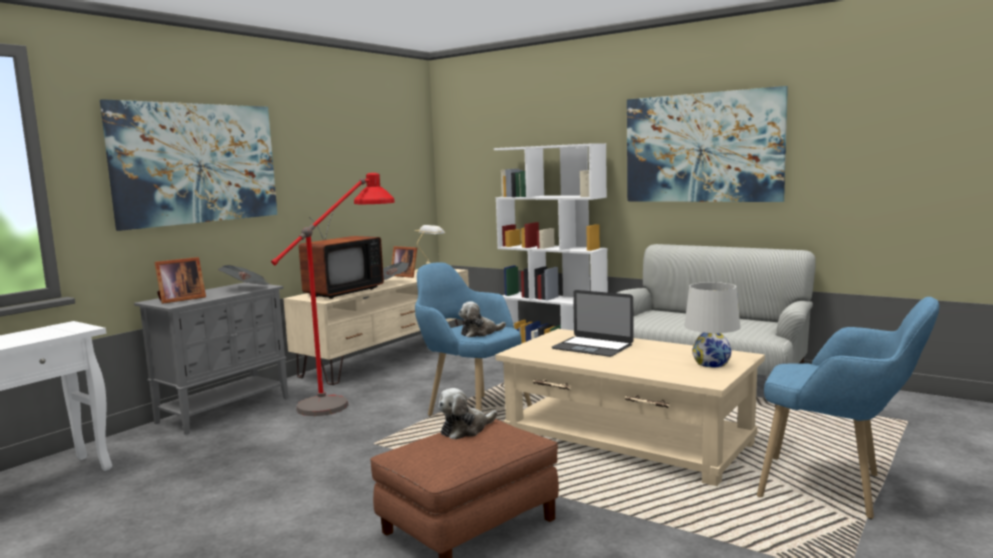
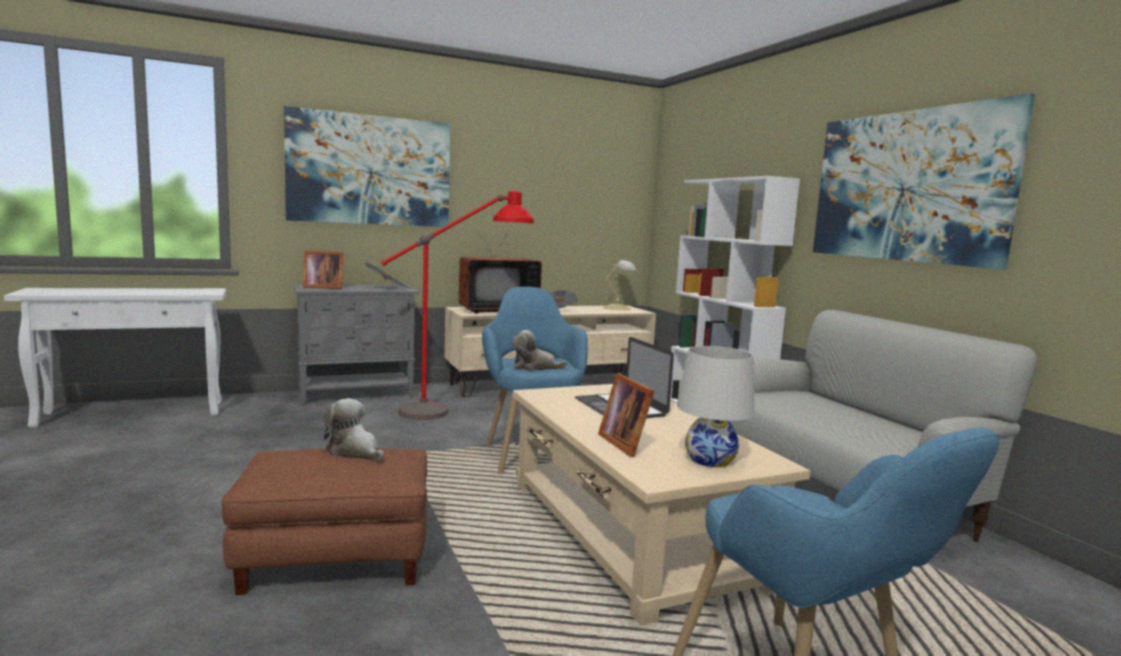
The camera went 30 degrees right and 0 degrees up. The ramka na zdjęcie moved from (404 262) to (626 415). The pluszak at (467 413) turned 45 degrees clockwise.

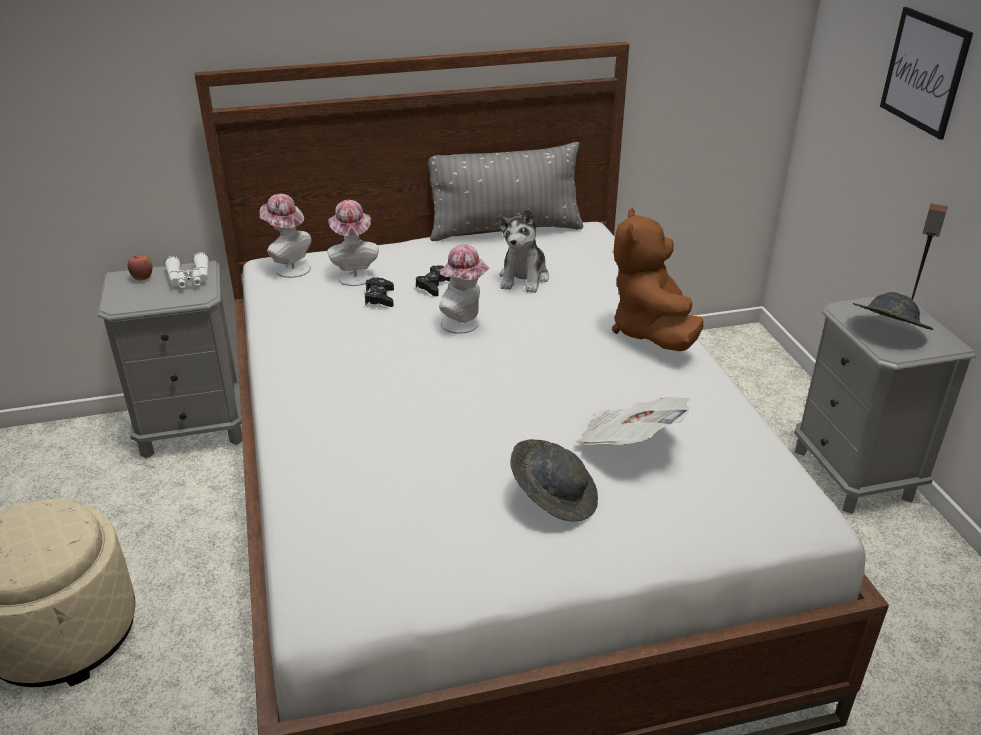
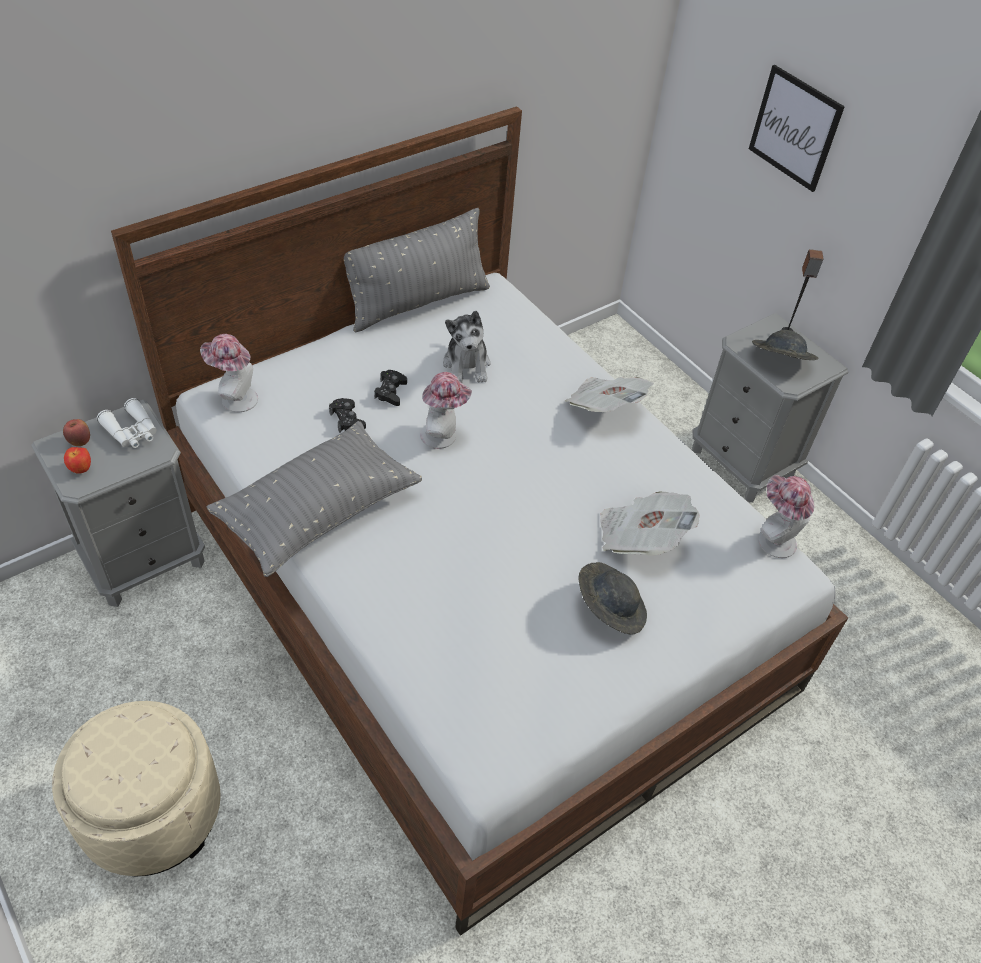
The camera went 25 degrees left and 15 degrees up. The kapelusz moved from (353 243) to (786 516). The pluszak (brązowy) at (657 279) was replaced by the gazeta at (609 394). The poduszka (szary) at (314 499) appeared. The jabłko at (77 460) appeared.

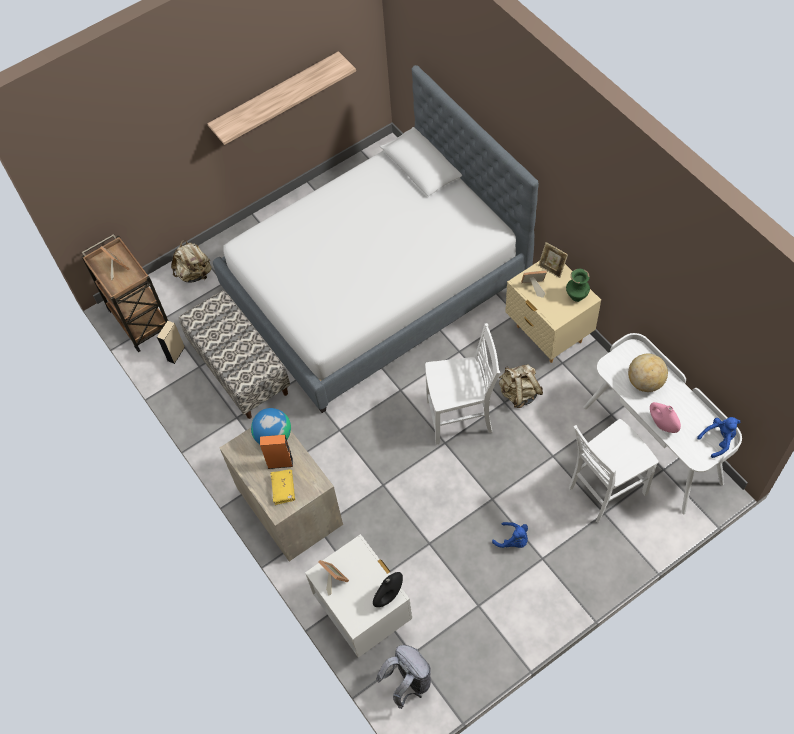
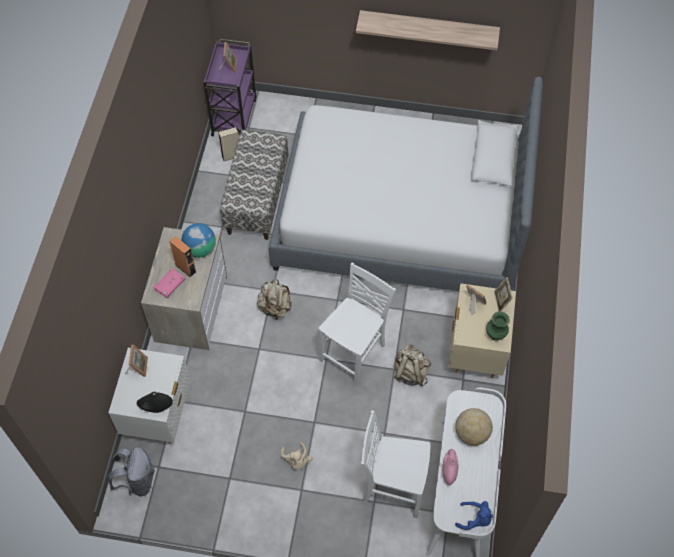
The camera went 40 degrees right and 0 degrees up. The wózek (brązowy) at (124 293) became the wózek (fioletowy) at (229 87). The plecak (beżowy) moved from (191 261) to (274 299). The krzesło (biały) at (462 384) turned 90 degrees counterclockwise. The książka (żółty) at (282 487) became the książka (różowy) at (169 283). The pluszak (niebieski) at (510 535) became the pluszak (beżowy) at (296 456).

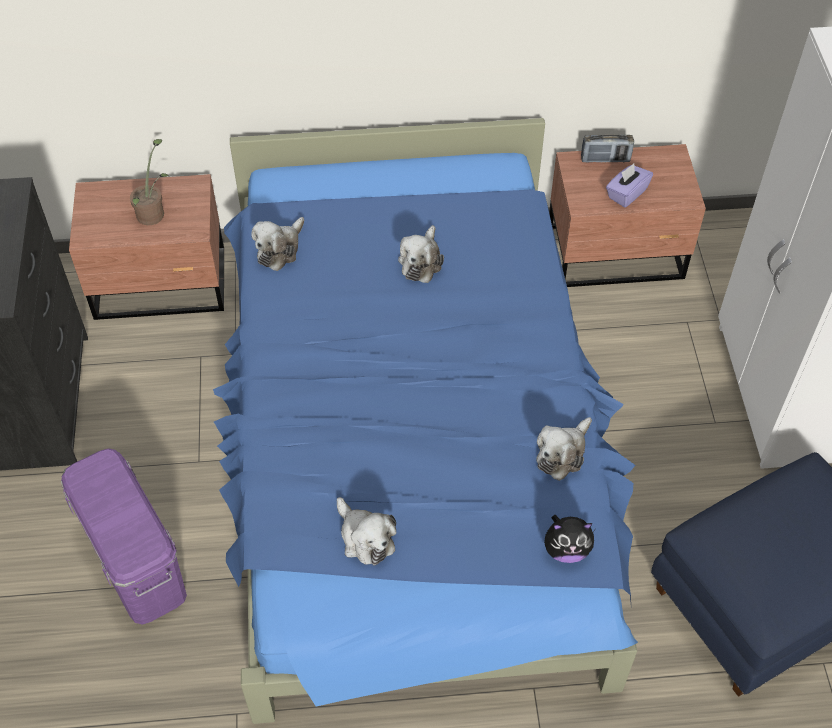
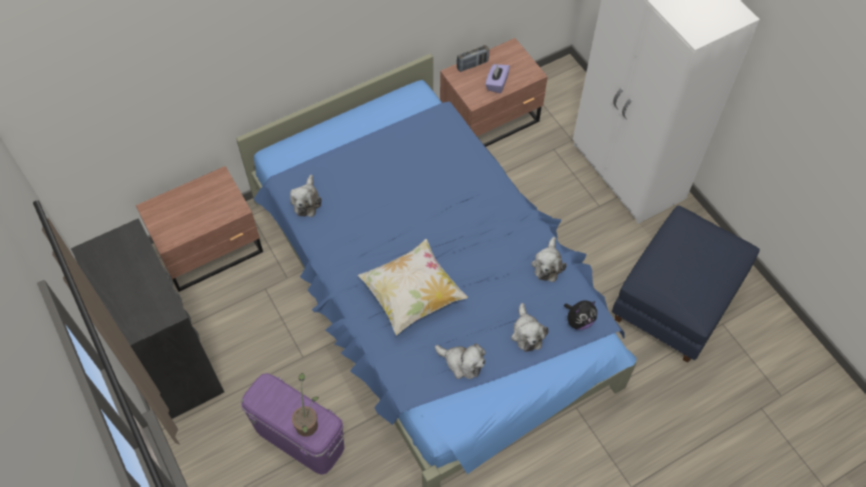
The camera went 25 degrees left and 5 degrees up. The roślina doniczkowa moved from (149 182) to (305 405). The pluszak moved from (421 254) to (529 327). The poduszka at (413 287) appeared.

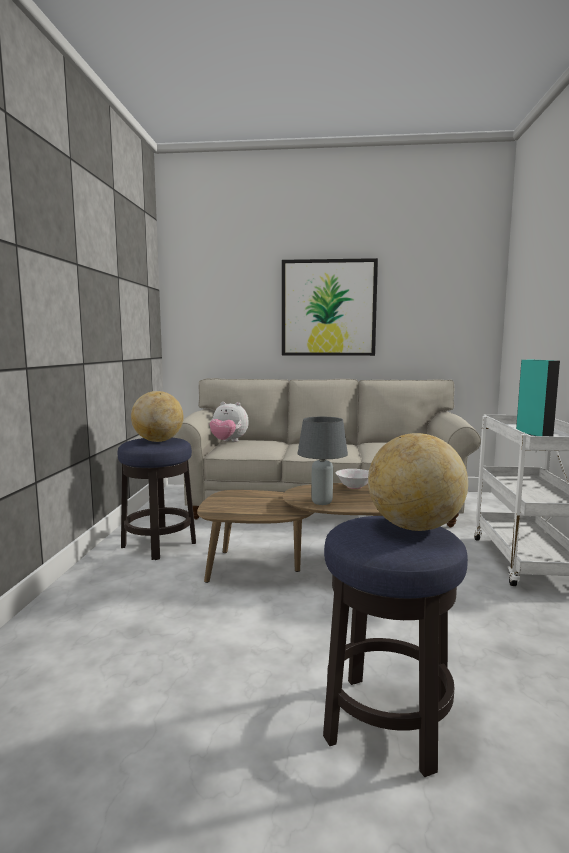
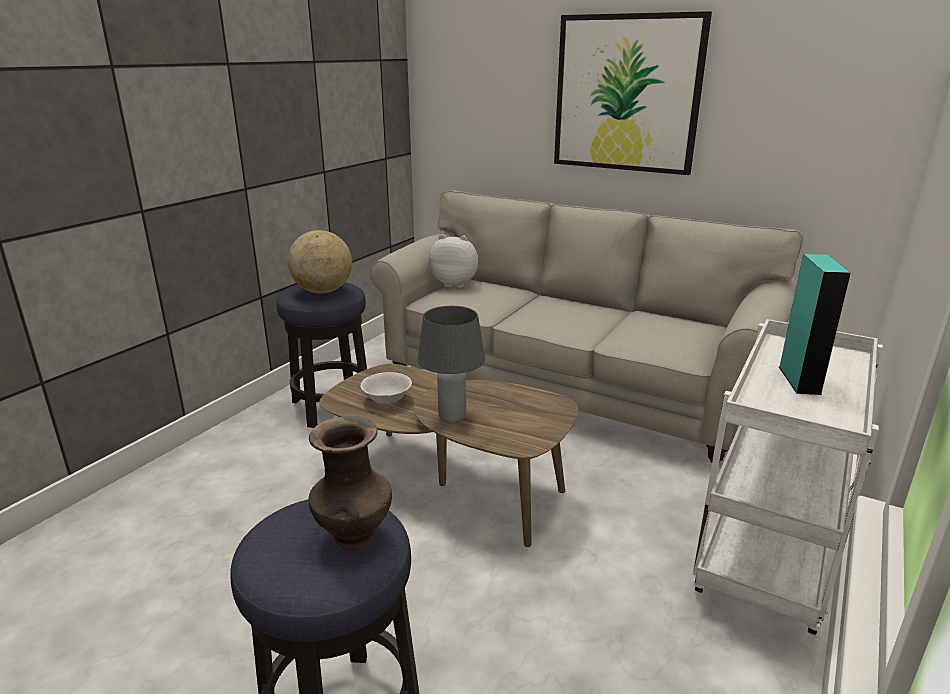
The camera went 25 degrees right and 15 degrees up. The pluszak at (229 422) turned 150 degrees clockwise. The globus at (418 482) was replaced by the wazon (brązowy) at (350 483). The miska (biały) moved from (352 479) to (386 388).

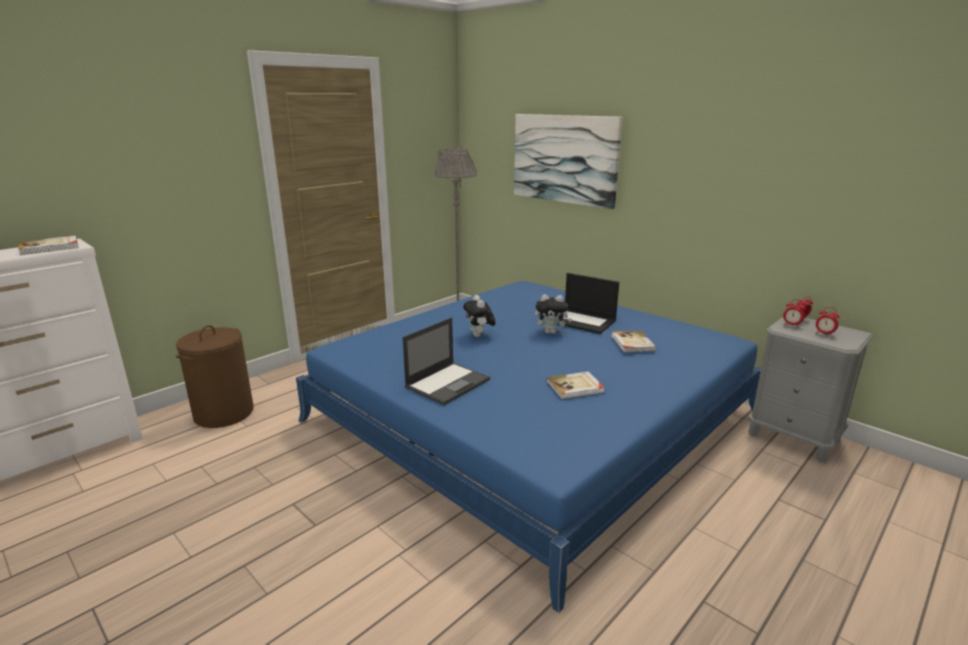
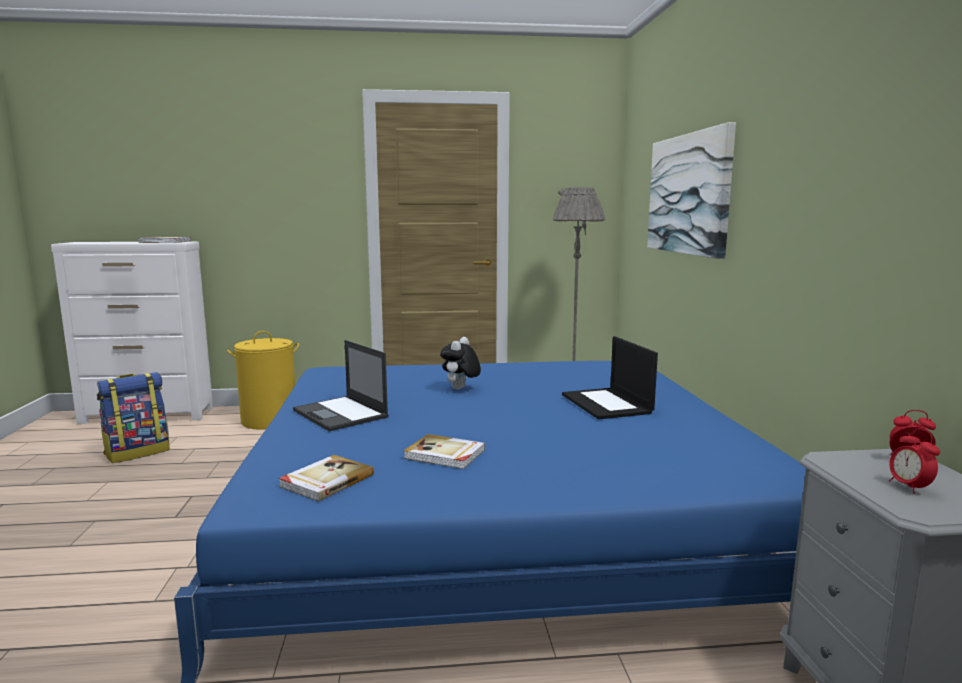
The camera went 40 degrees right and 10 degrees down. The pluszak at (553 314) disappeared. The budzik at (794 313) disappeared. The laptop at (446 361) turned 60 degrees clockwise. The kosz na pranie (brązowy) at (215 376) became the kosz na pranie (żółty) at (263 380). The książka moved from (633 341) to (326 478). The plecak at (133 417) appeared.

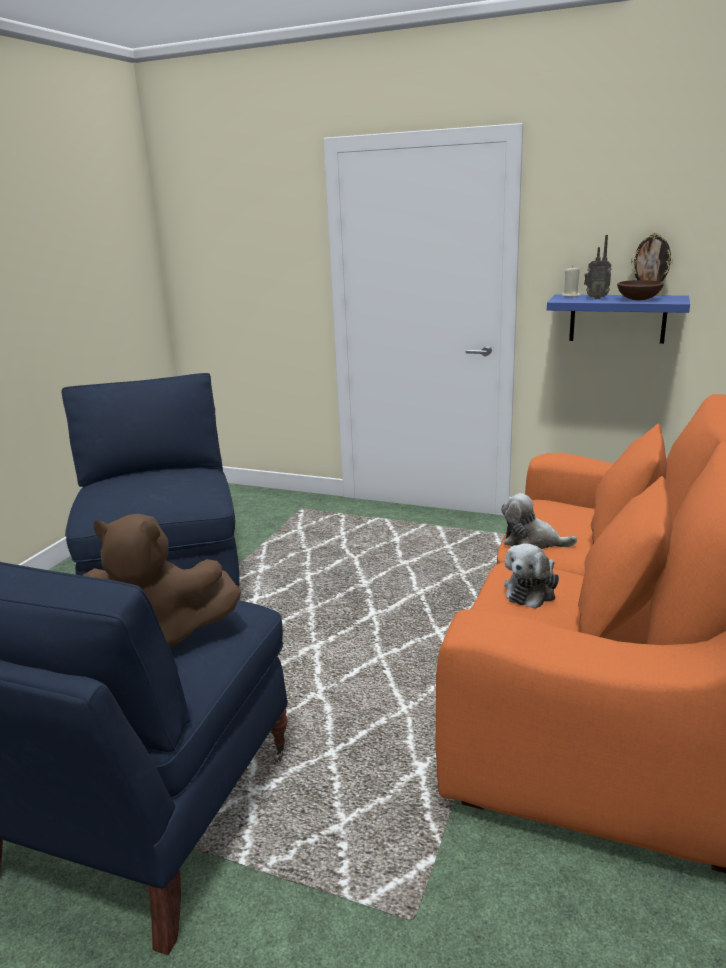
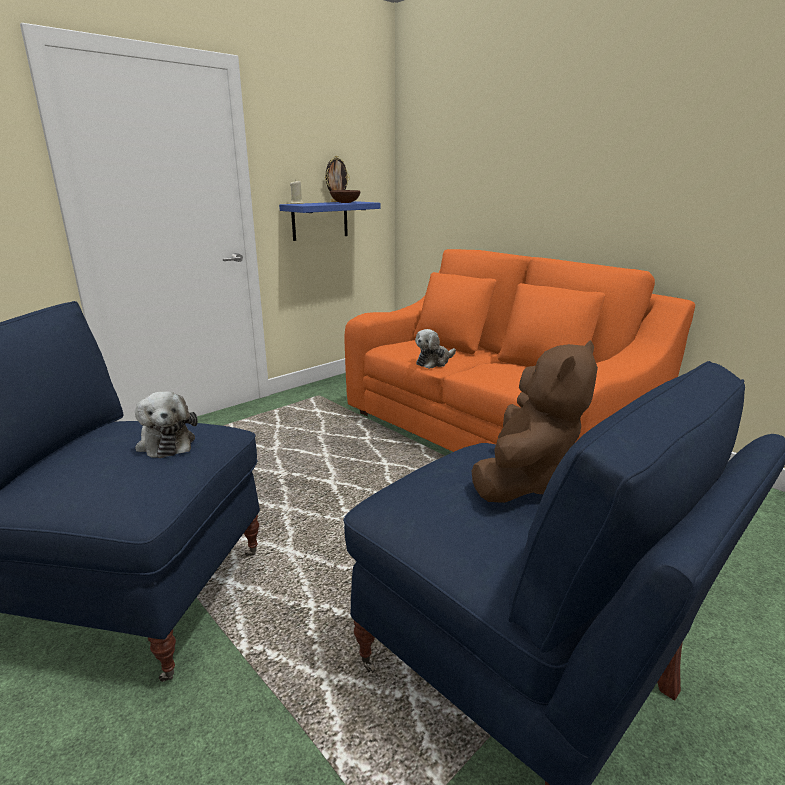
The camera went 65 degrees left and 0 degrees up. The radio at (598 267) disappeared. The pluszak moved from (531 576) to (166 424).

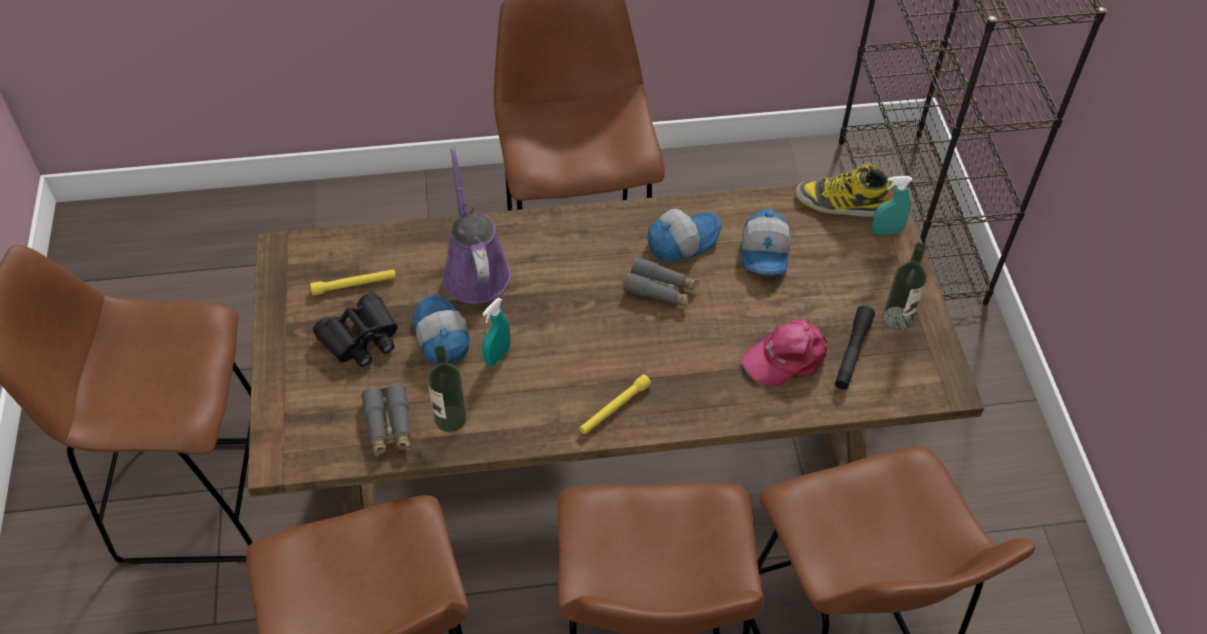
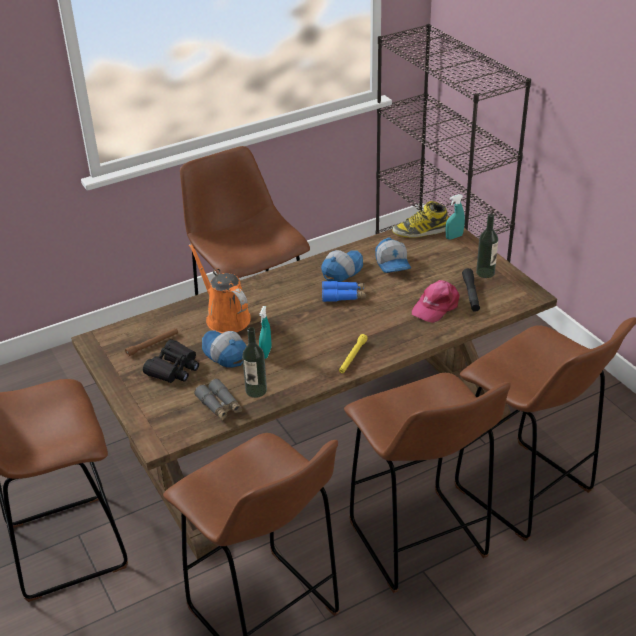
The camera went 20 degrees left and 15 degrees down. The konewka (fioletowy) at (477 225) became the konewka (pomarańczowy) at (220 288). The lornetka (szary) at (661 282) became the lornetka (niebieski) at (344 291). The latarka (żółty) at (353 282) became the latarka (brązowy) at (151 342).

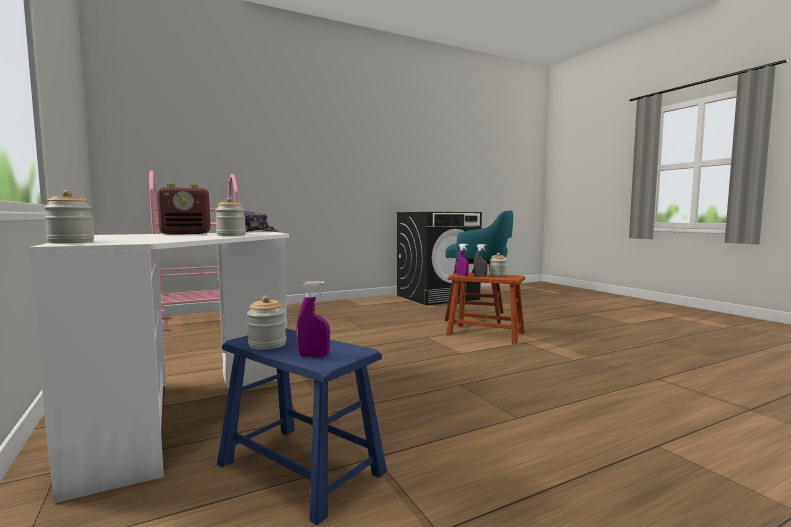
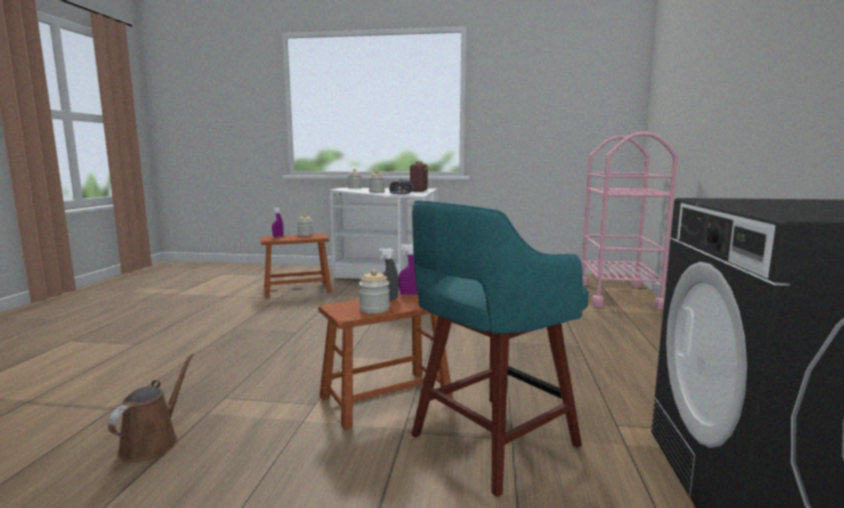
The camera went 125 degrees right and 5 degrees up. The stołek (niebieski) at (302 426) became the stołek (brązowy) at (296 265). The konewka (brązowy) at (151 408) appeared.

